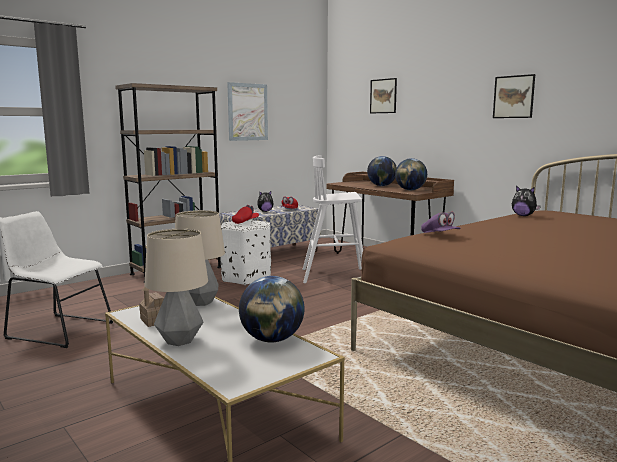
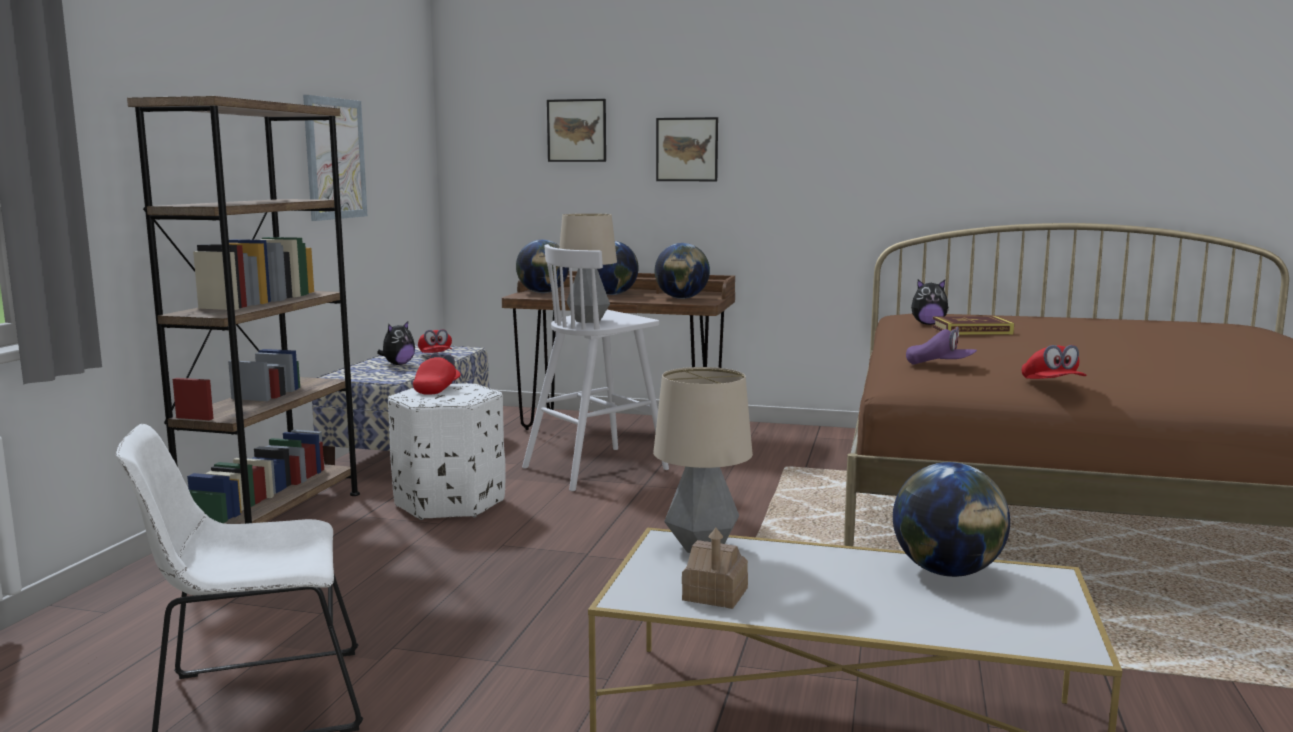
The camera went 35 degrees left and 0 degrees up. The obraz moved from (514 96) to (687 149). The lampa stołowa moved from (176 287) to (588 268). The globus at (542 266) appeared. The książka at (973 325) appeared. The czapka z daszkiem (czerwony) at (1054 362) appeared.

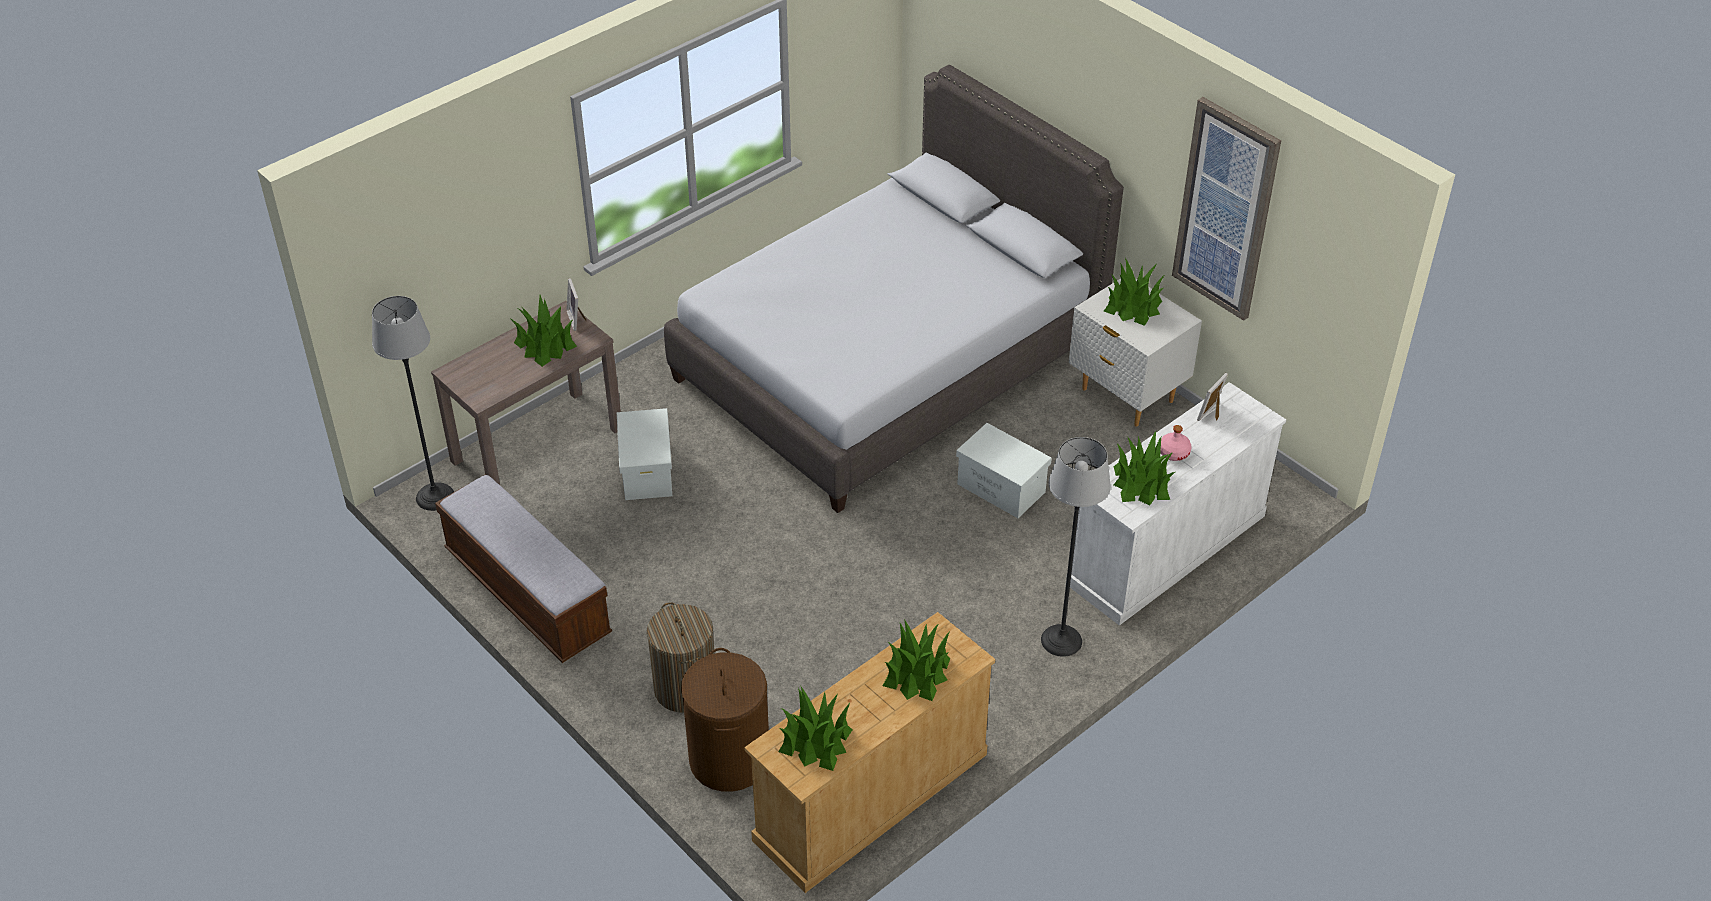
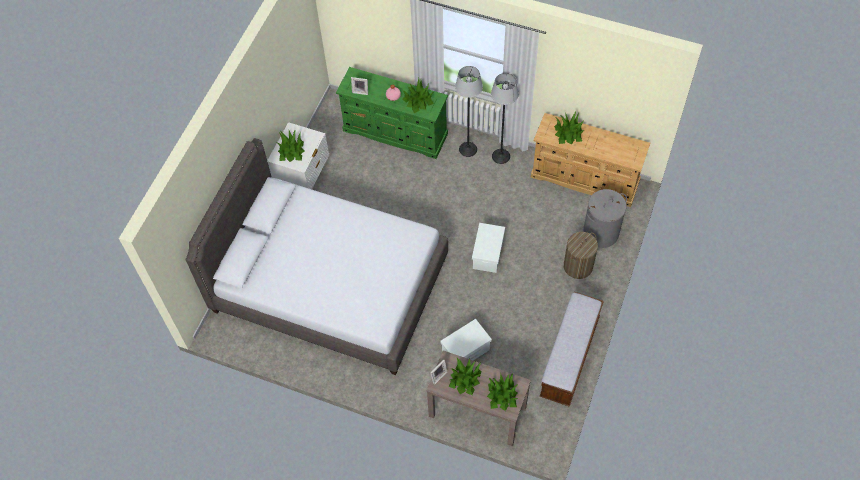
The camera went 115 degrees left and 15 degrees up. The obraz at (1226 209) disappeared. The lampa stojąca moved from (413 403) to (505 118). The komoda (biały) at (1176 503) became the komoda (zielony) at (392 113). The pojemnik do przechowywania (biały) moved from (1004 470) to (488 248). The kosz na pranie (brązowy) at (725 720) became the kosz na pranie (szary) at (605 218). The roślina doniczkowa moved from (815 729) to (502 392).

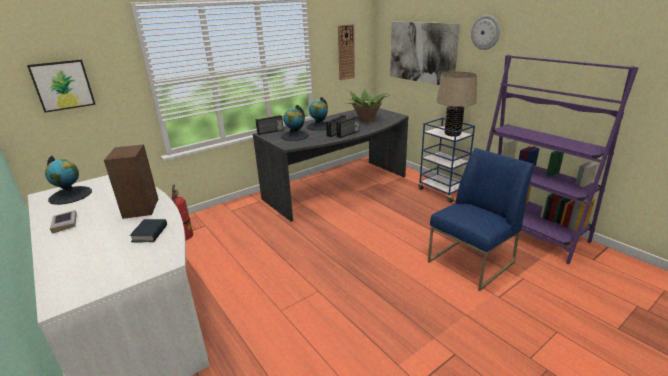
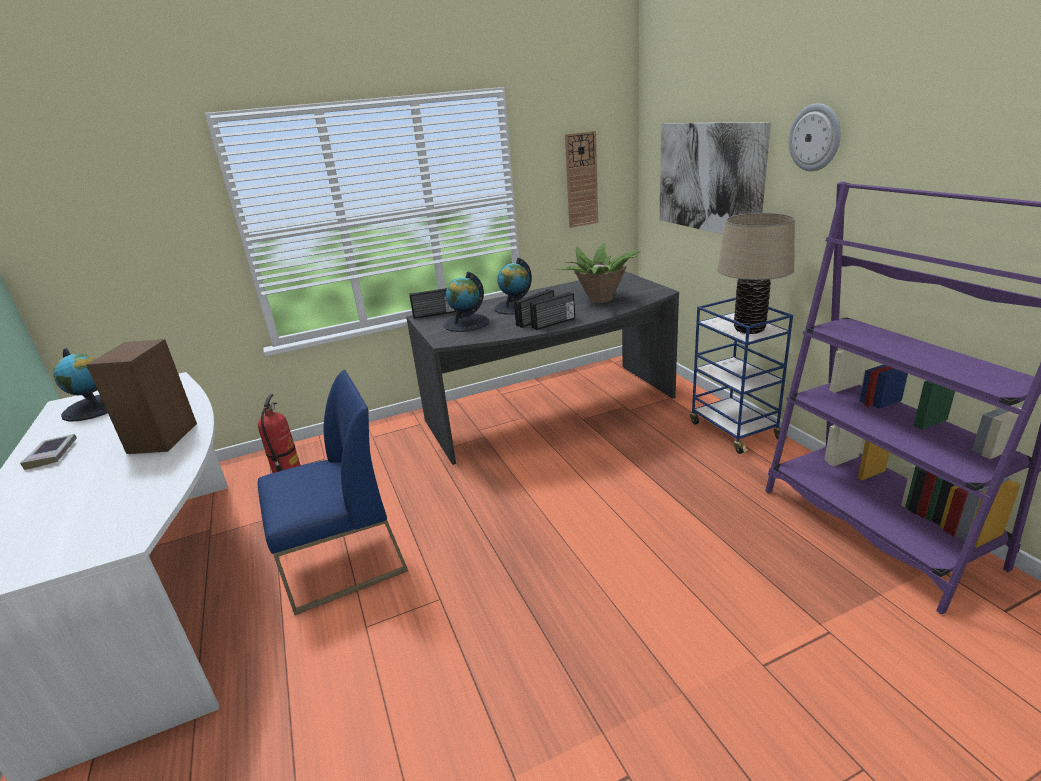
The camera went 15 degrees right and 0 degrees up. The obraz at (61 86) disappeared. The krzesło (niebieski) moved from (481 219) to (333 492). The książka at (148 230) disappeared.

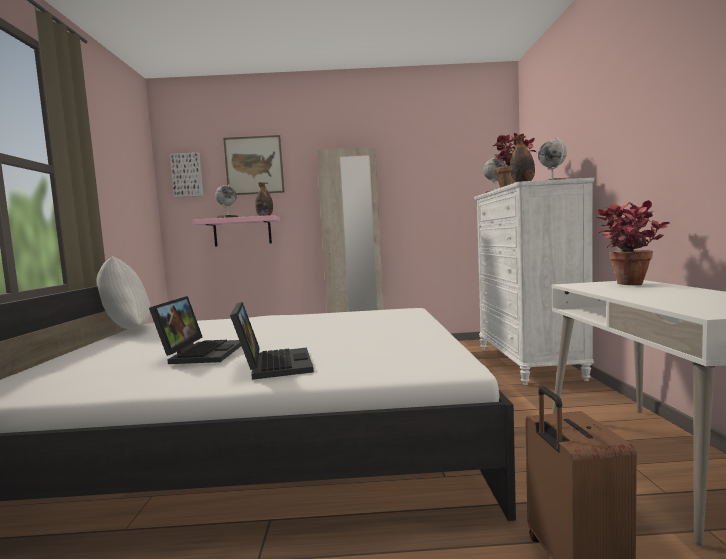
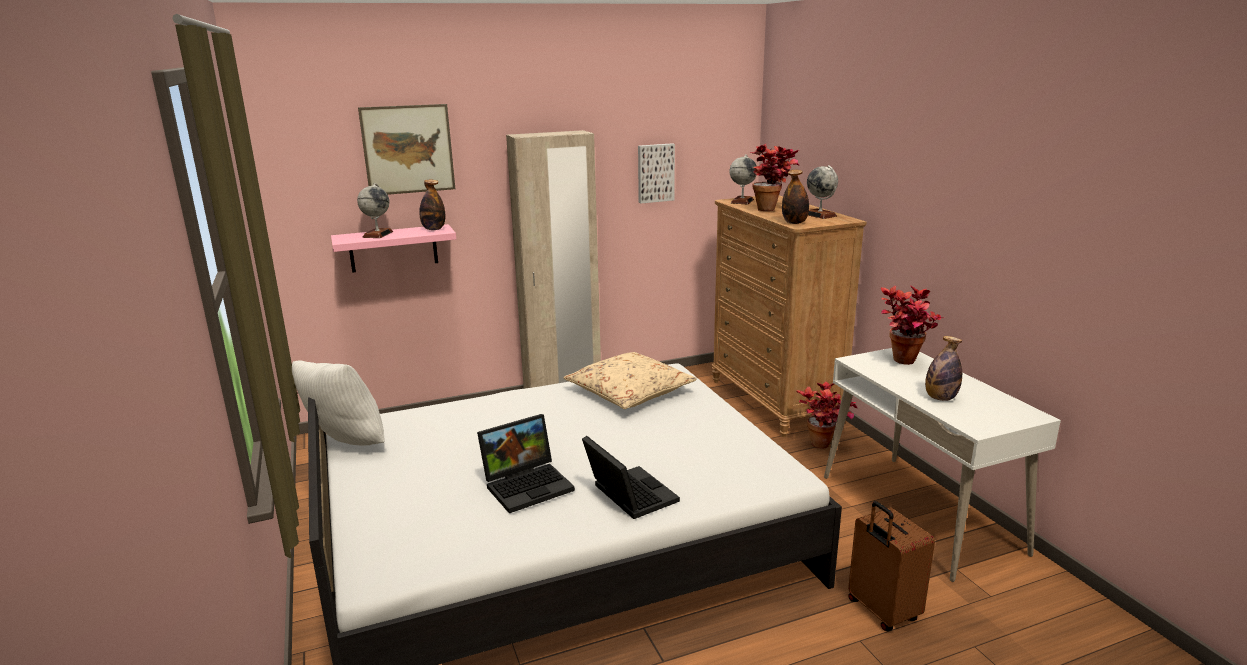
The camera went 20 degrees left and 15 degrees up. The obraz moved from (186 174) to (656 173). The komoda (biały) at (534 281) became the komoda (brązowy) at (789 316). The laptop at (195 330) turned 75 degrees clockwise. The butelka at (943 368) appeared. The poduszka (beżowy) at (630 380) appeared. The roślina doniczkowa at (827 415) appeared.

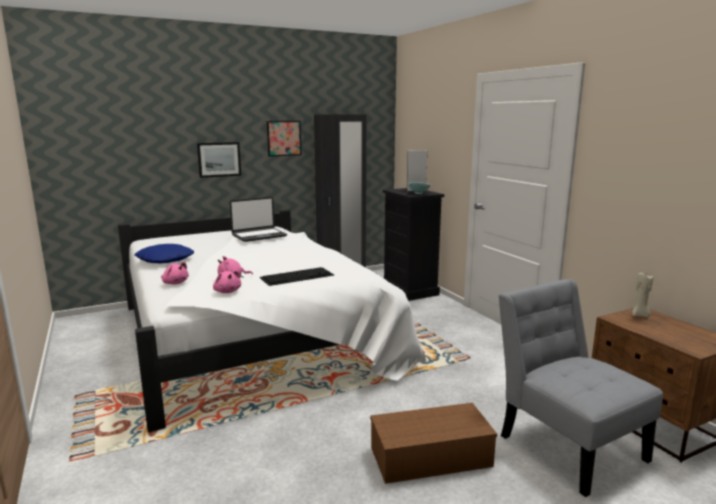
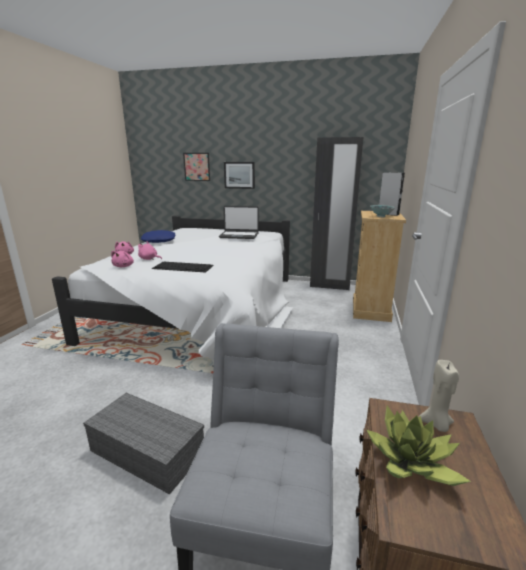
The camera went 40 degrees right and 5 degrees up. The obraz moved from (284 138) to (196 167). The komoda (czarny) at (413 244) became the komoda (beżowy) at (379 266). The pojemnik do przechowywania (brązowy) at (433 443) became the pojemnik do przechowywania (szary) at (143 444). The roślina doniczkowa at (419 446) appeared.

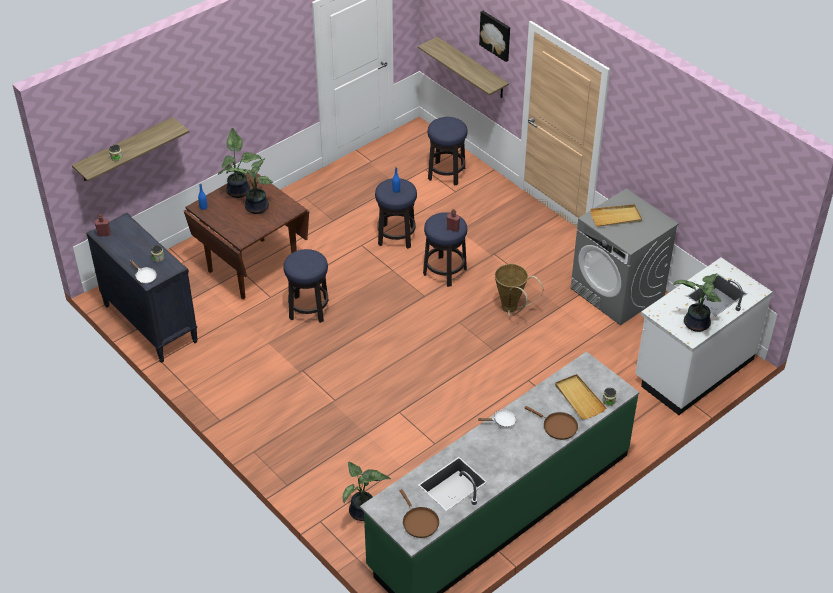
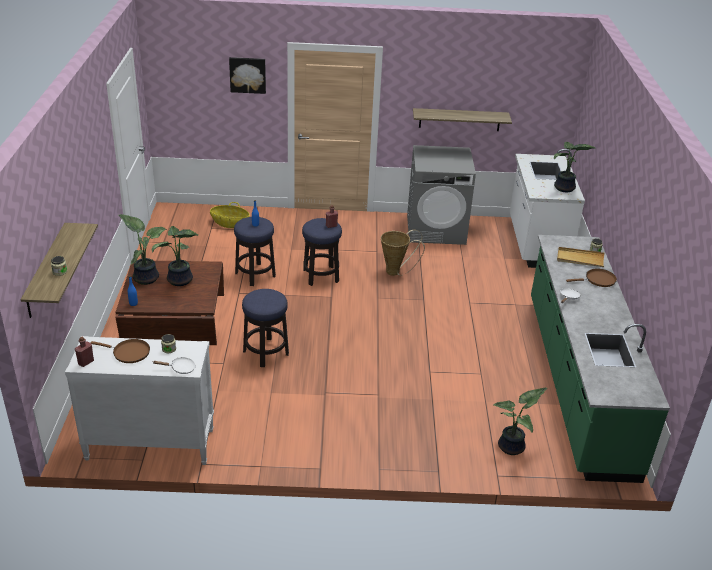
The camera went 50 degrees left and 10 degrees down. The półka moved from (463 67) to (462 119). The stołek at (447 151) was replaced by the koszyk at (230 215). The taca (beżowy) at (616 215) disappeared. The komoda (czarny) at (142 288) became the komoda (biały) at (139 400). The patelnia (brązowy) moved from (419 513) to (120 351).

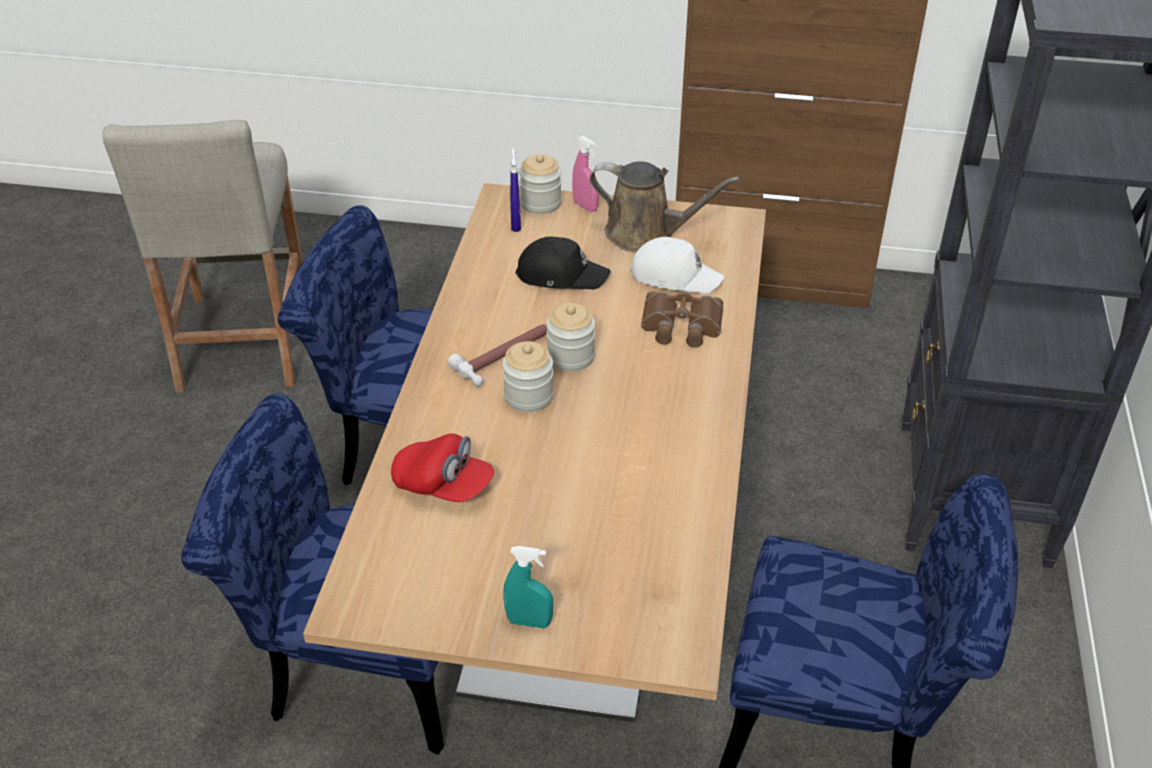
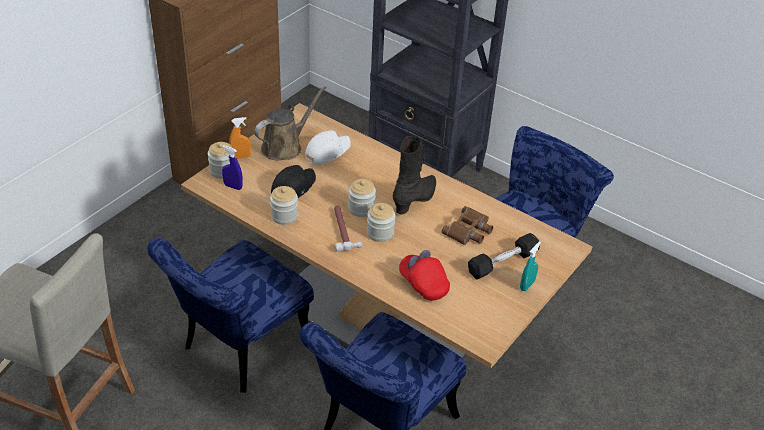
The camera went 65 degrees left and 0 degrees up. The spryskiwacz (różowy) at (585 174) became the spryskiwacz (pomarańczowy) at (240 138). The lornetka (brązowy) moved from (682 319) to (467 225). The czapka z daszkiem (czerwony) at (442 467) turned 90 degrees counterclockwise. The but z cholewką (czarny) at (414 175) appeared. The słoik at (284 205) appeared. The hantel (czarny) at (504 256) appeared.

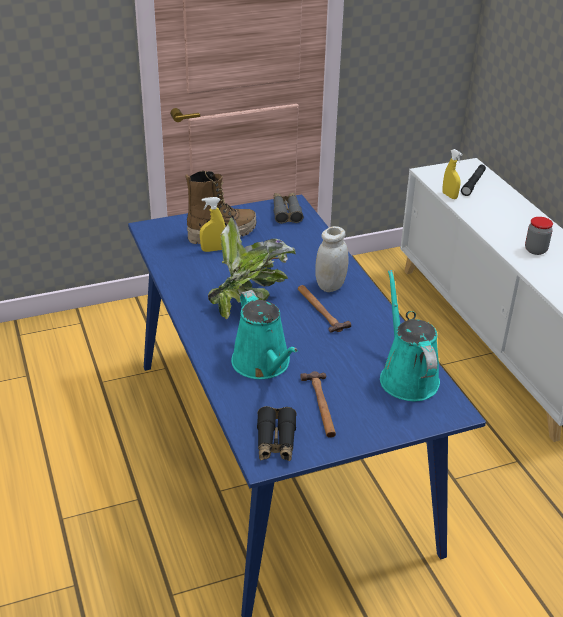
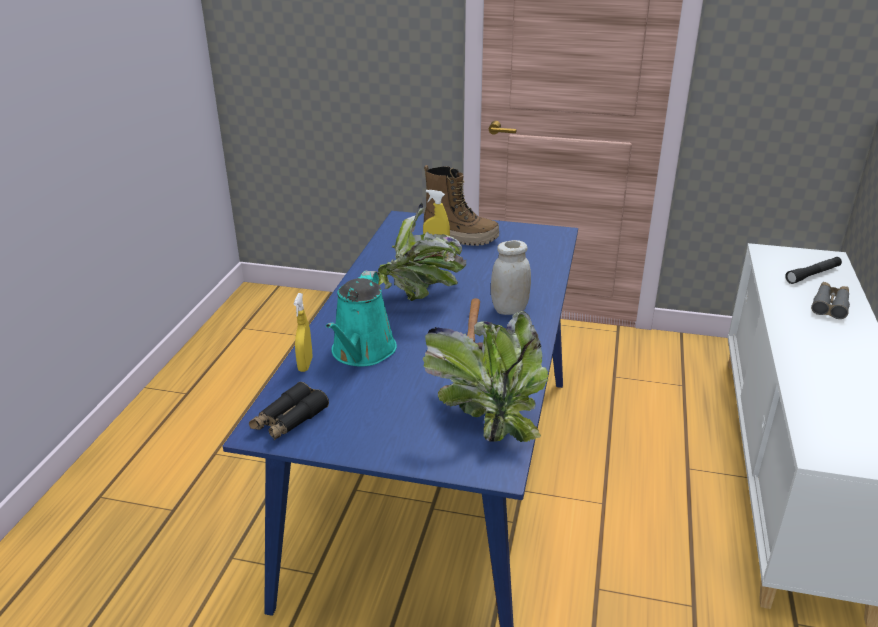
The camera went 35 degrees right and 5 degrees down. The spryskiwacz (żółty) moved from (452 174) to (303 332). The lornetka (szary) moved from (289 208) to (830 300). The słoik at (539 236) disappeared. The konewka (turkusowy) at (410 335) was replaced by the roślina doniczkowa at (485 376). The młotek at (318 404) disappeared.

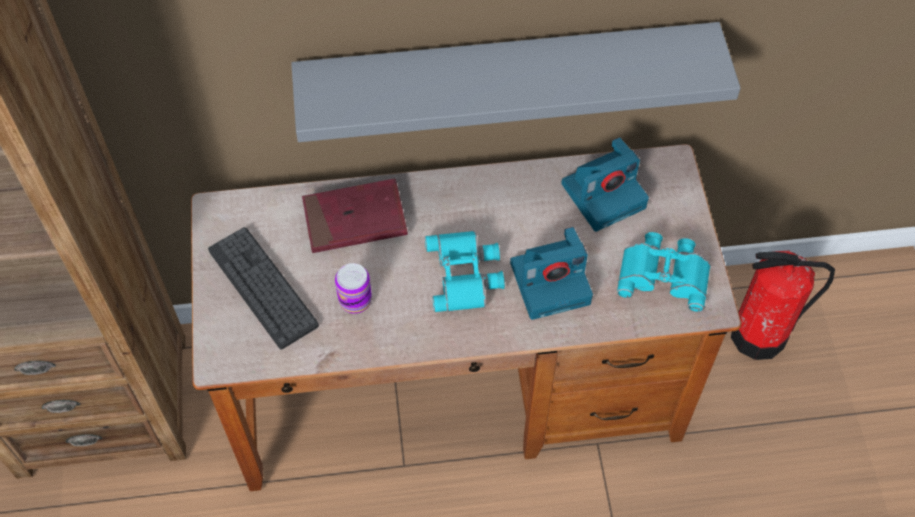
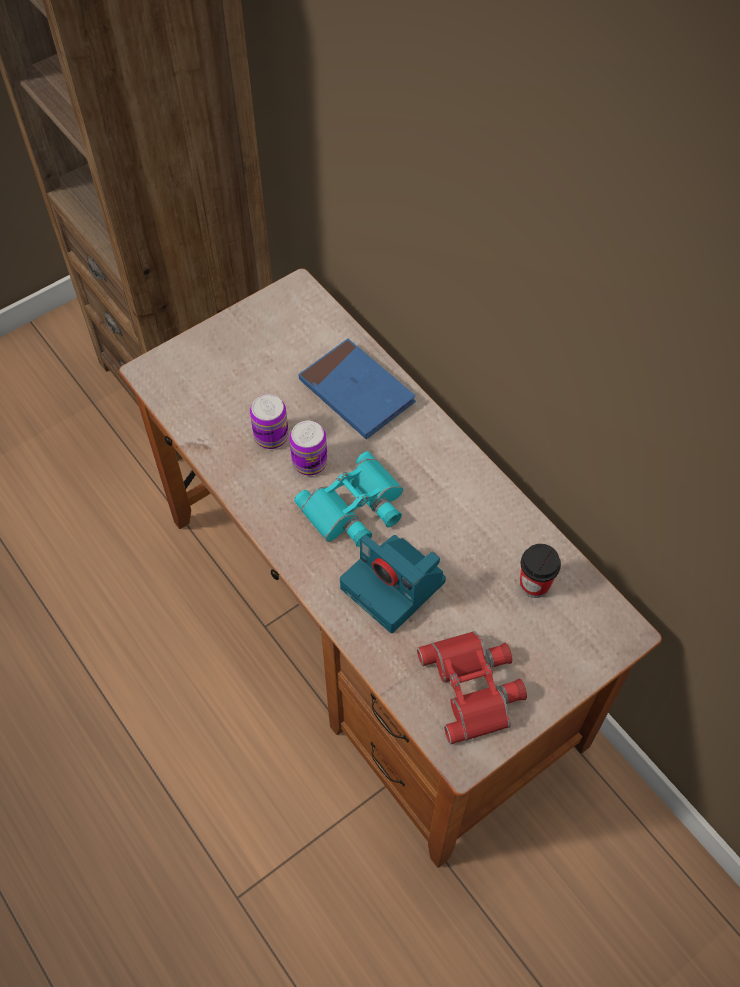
The camera went 60 degrees right and 0 degrees up. The półka (szary) at (516 82) disappeared. The aparat fotograficzny at (605 184) was replaced by the filiżanka at (540 571). The książka (czerwony) at (355 215) became the książka (niebieski) at (357 389). The klawiatura at (263 288) disappeared. The lornetka (turkusowy) at (664 272) became the lornetka (czerwony) at (472 687). The gaśnica at (783 305) disappeared. The puszka at (308 447) appeared.

